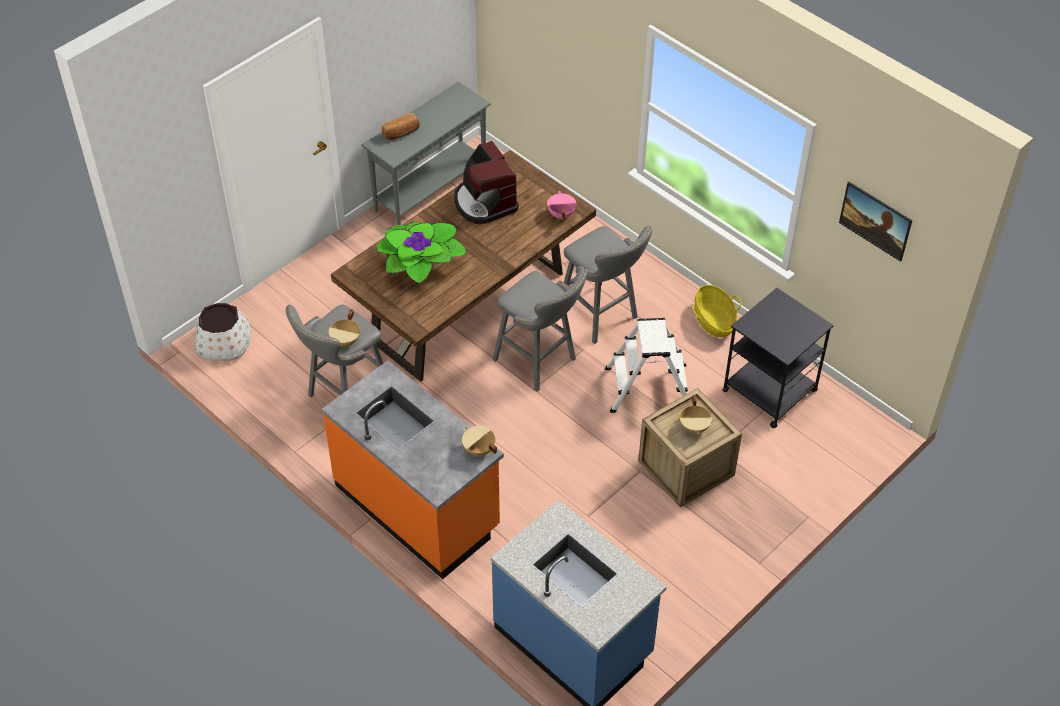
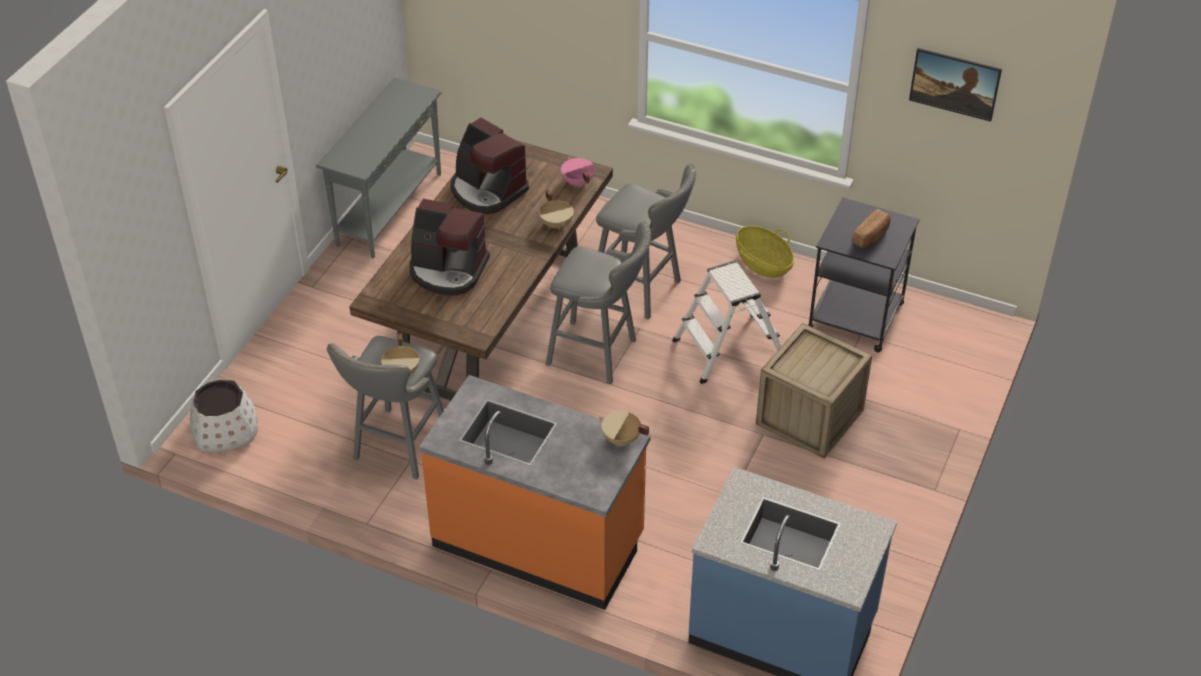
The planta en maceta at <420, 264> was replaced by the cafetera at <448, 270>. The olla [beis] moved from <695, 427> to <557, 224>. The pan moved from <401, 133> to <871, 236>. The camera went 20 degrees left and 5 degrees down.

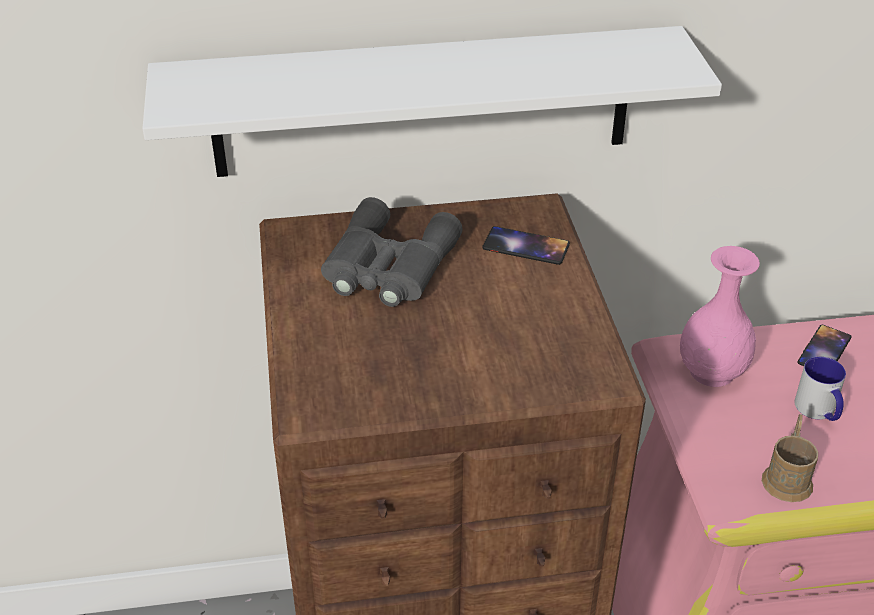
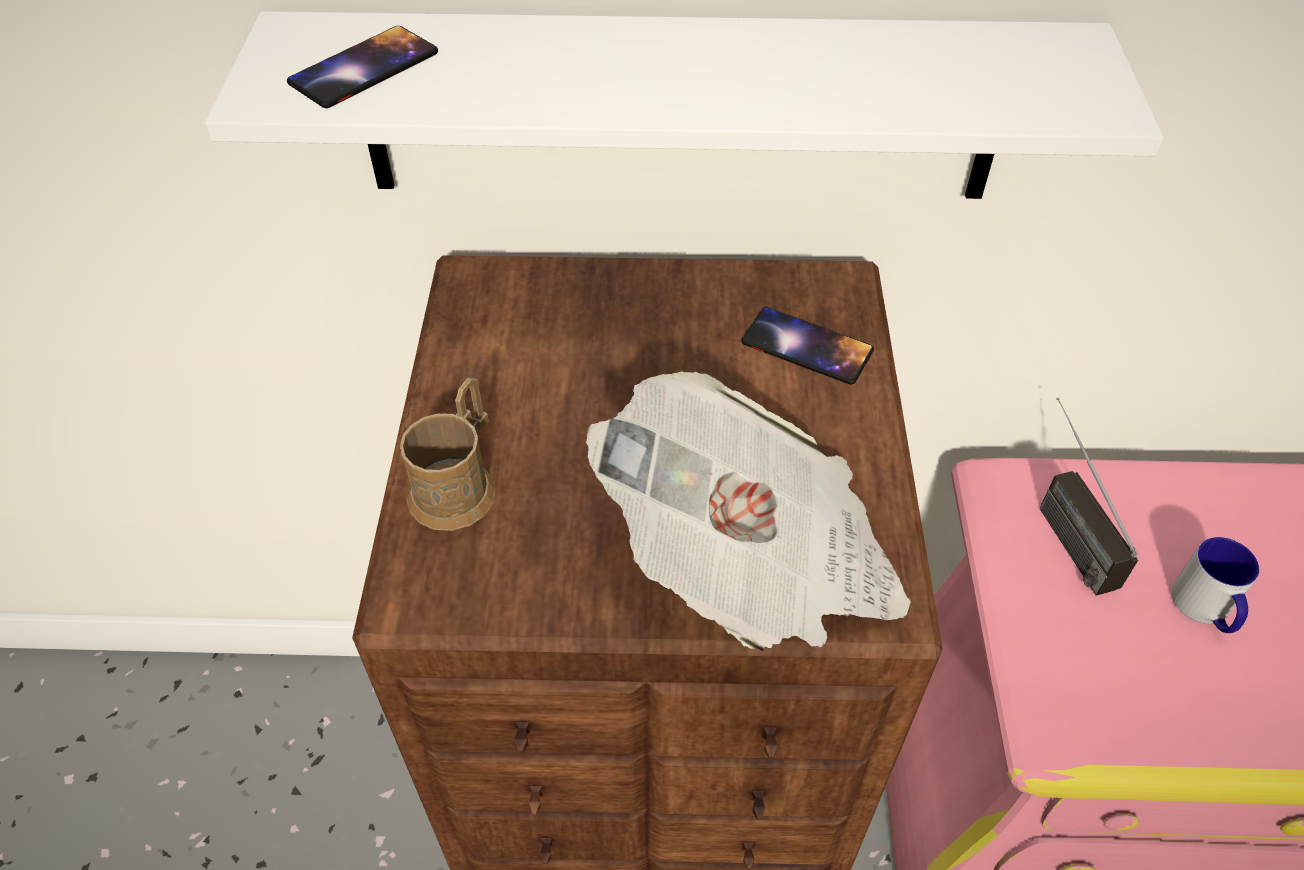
The móvil moved from <824, 350> to <364, 68>. The taza grande [marrón] moved from <787, 476> to <458, 483>. The periódico at <753, 560> appeared. The florero [rosa] at <712, 372> was replaced by the radio at <1060, 525>. The prismáticos [gris] at <387, 267> disappeared. The camera went 10 degrees right and 10 degrees up.

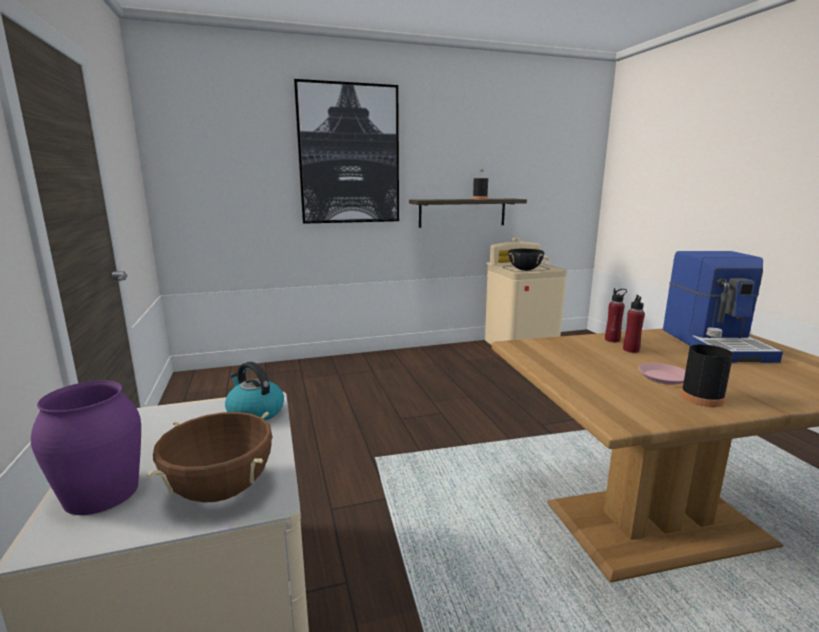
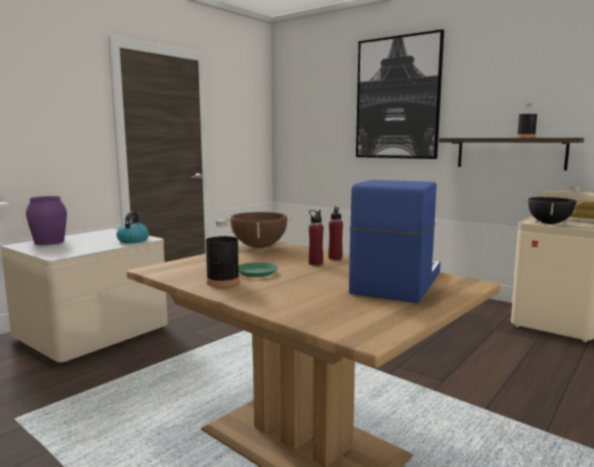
The olla [marrón] moved from <221, 491> to <259, 247>. The plato [rosa] at <663, 377> became the plato [verde] at <256, 273>. The cafetera at <716, 344> turned 150 degrees clockwise. The camera went 55 degrees right and 5 degrees down.

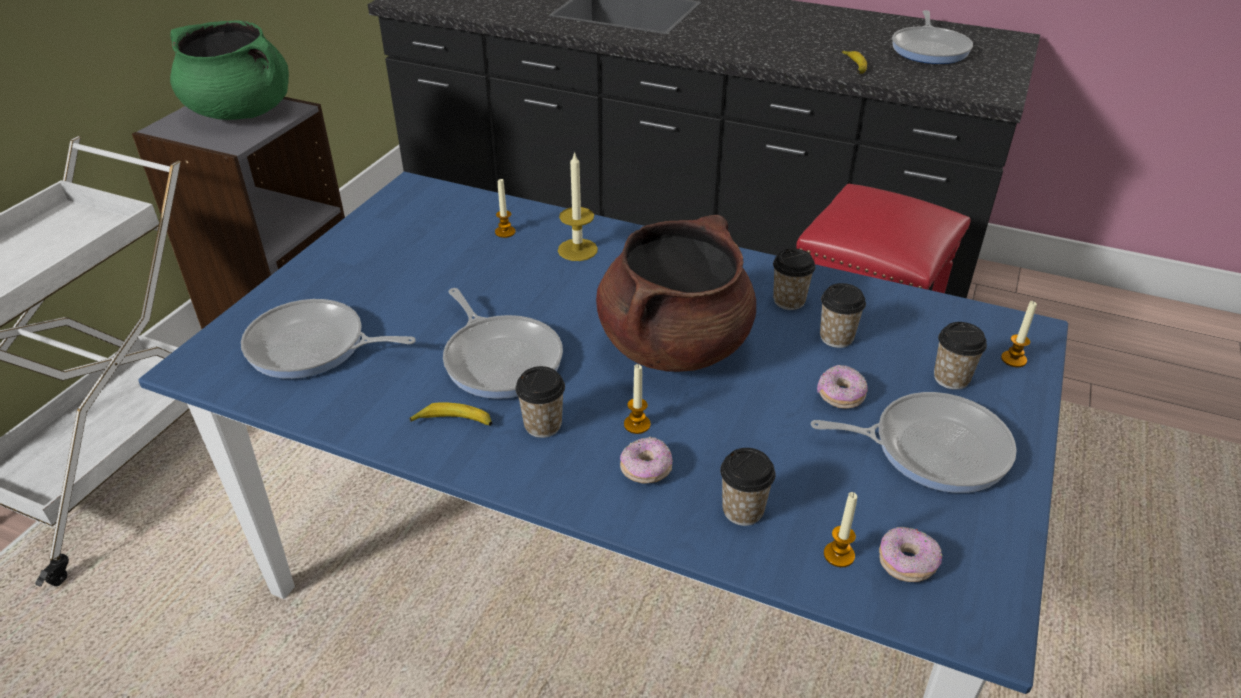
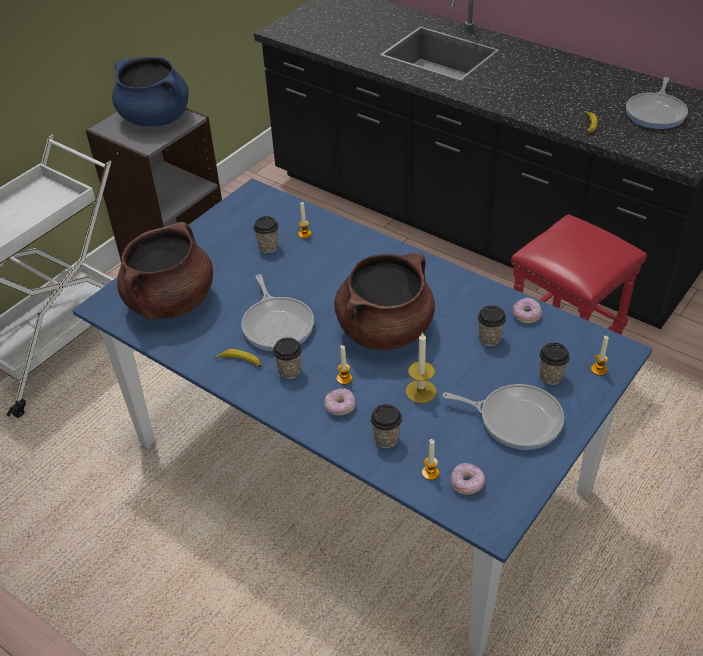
The olla [verde] at <241, 112> became the olla [azul] at <156, 118>. The sartén at <312, 347> was replaced by the olla [marrón] at <171, 302>. The taza moved from <789, 301> to <268, 247>. The vela moved from <577, 250> to <421, 391>. The rosquilla moved from <840, 395> to <526, 315>. The camera went 15 degrees right and 5 degrees up.

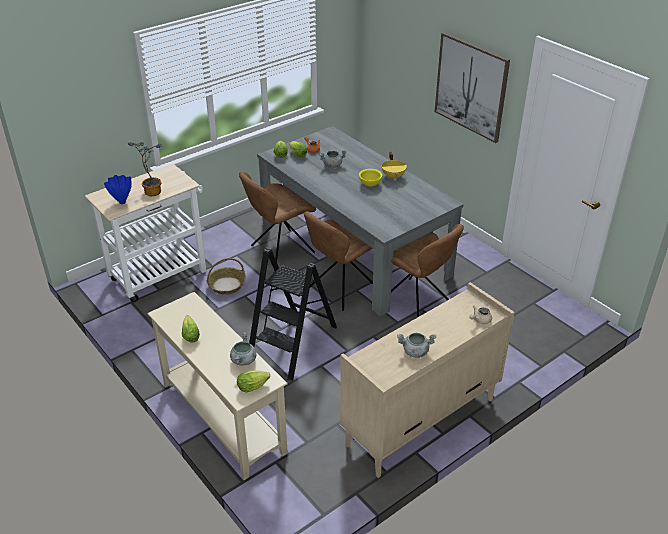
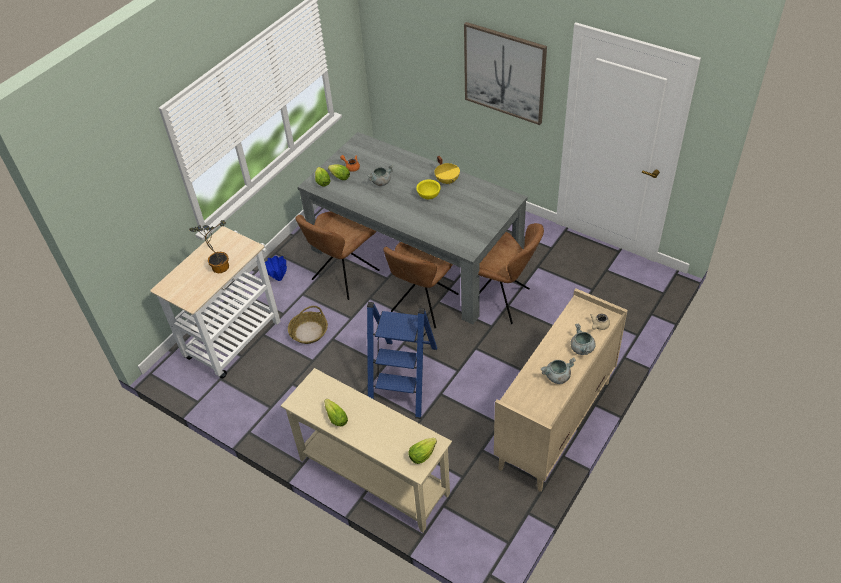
The florero [azul] moved from <122, 202> to <279, 278>. The escalera de tijera [negro] at <293, 343> became the escalera de tijera [azul] at <404, 377>. The olla [gris] moved from <243, 360> to <582, 349>. The camera went 15 degrees left and 10 degrees up.

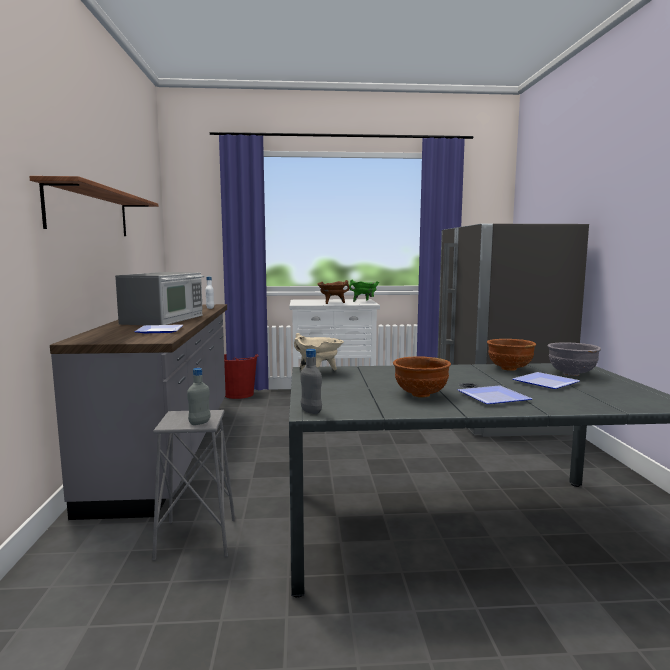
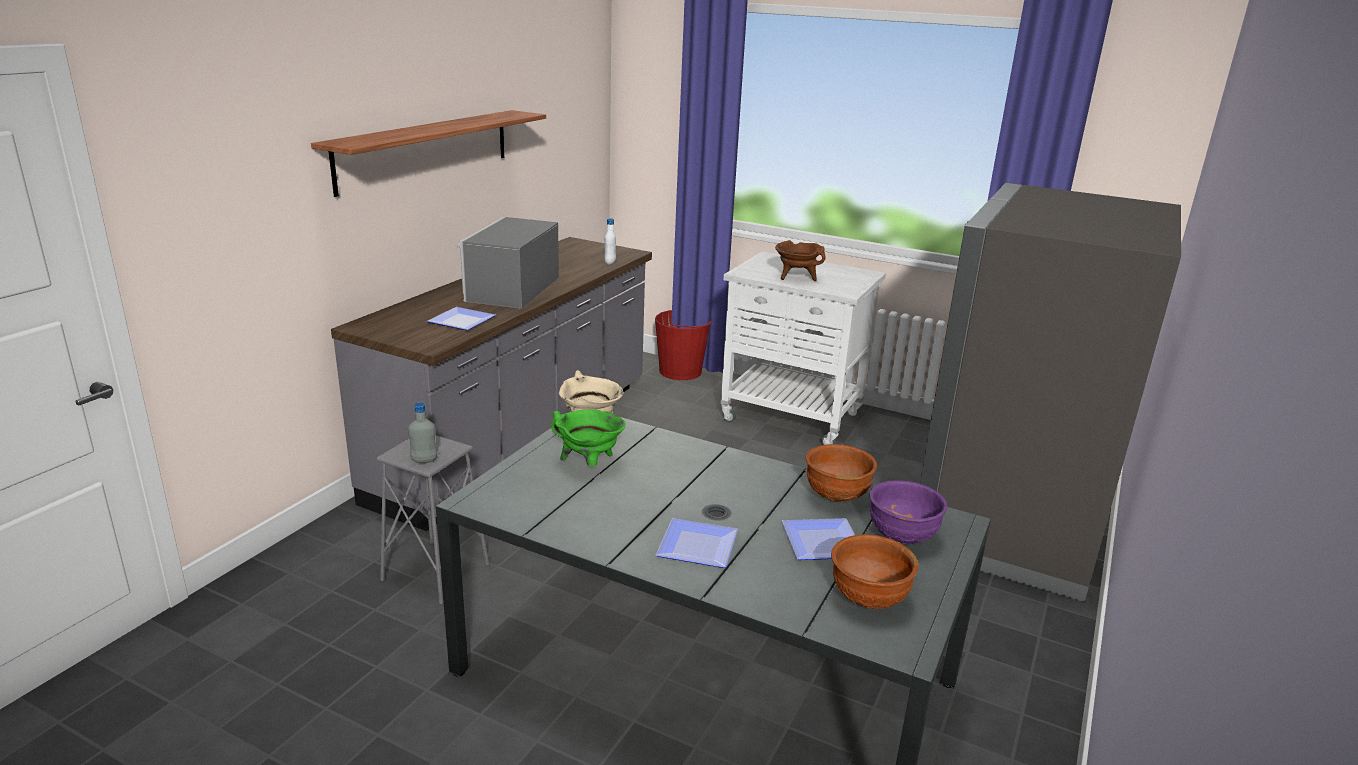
The microondas at <165, 319> turned 150 degrees clockwise. The olla [verde] moved from <364, 301> to <589, 464>. The cuenco [marrón] moved from <420, 395> to <867, 598>. The cuenco [gris] at <571, 374> became the cuenco [morado] at <902, 536>. The botella [gris] at <311, 411> disappeared. The camera went 30 degrees right and 15 degrees up.

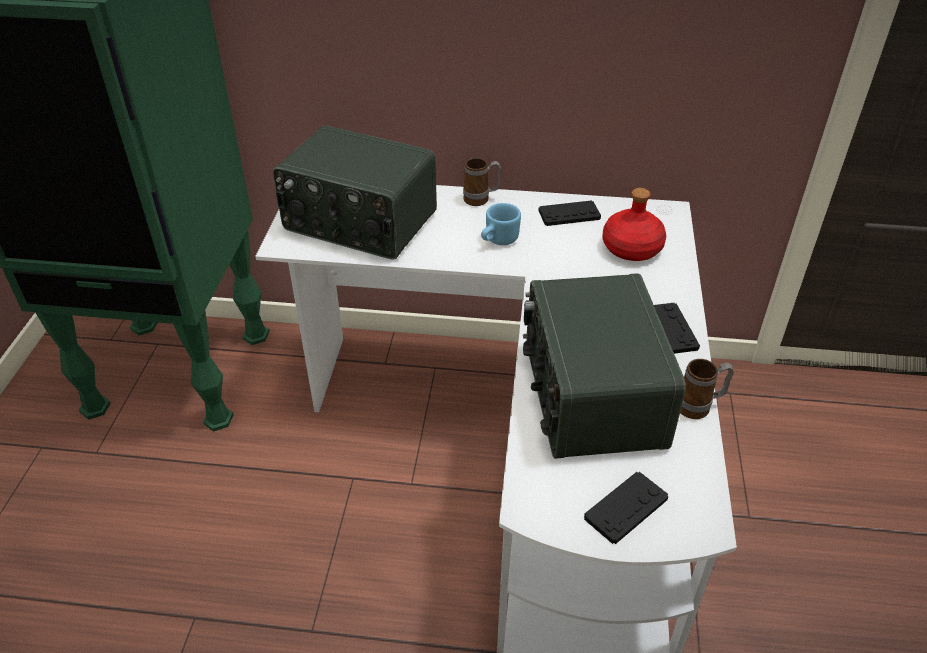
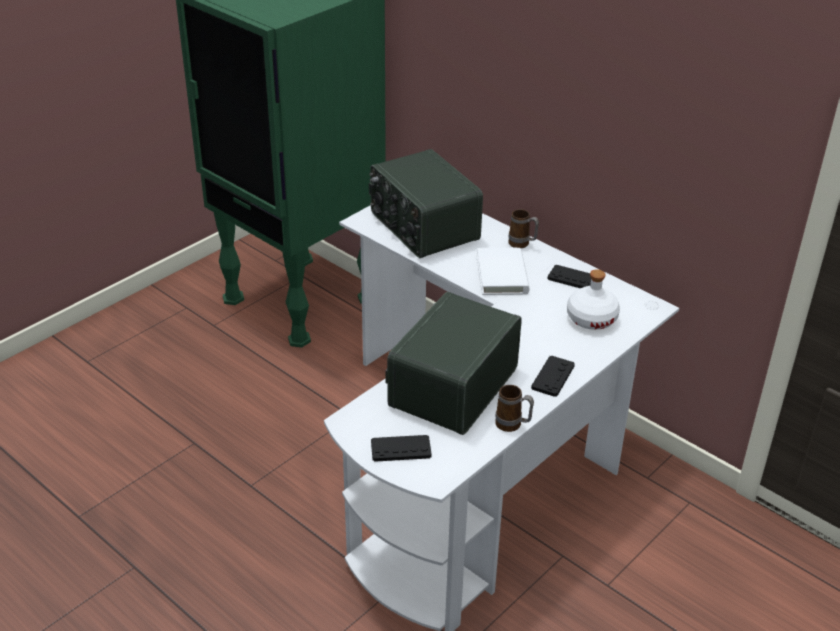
The taza grande [azul] at <498, 240> was replaced by the libro [blanco] at <502, 275>. The botella [rojo] at <631, 248> became the botella [blanco] at <591, 318>. The camera went 35 degrees right and 5 degrees down.

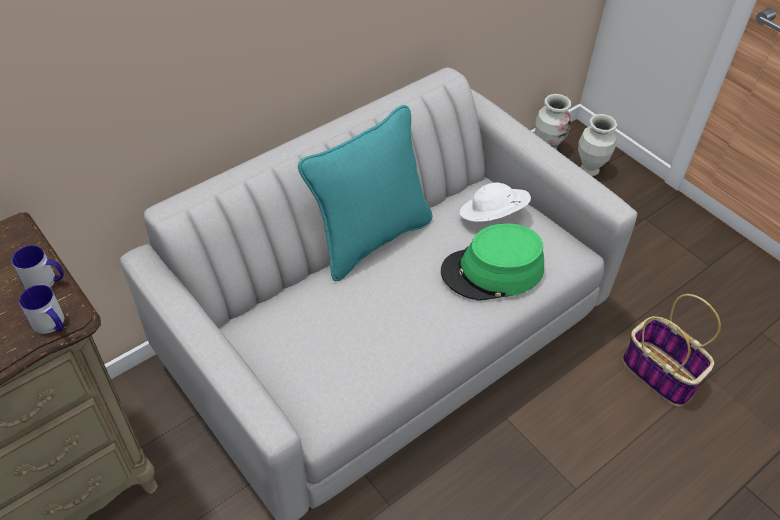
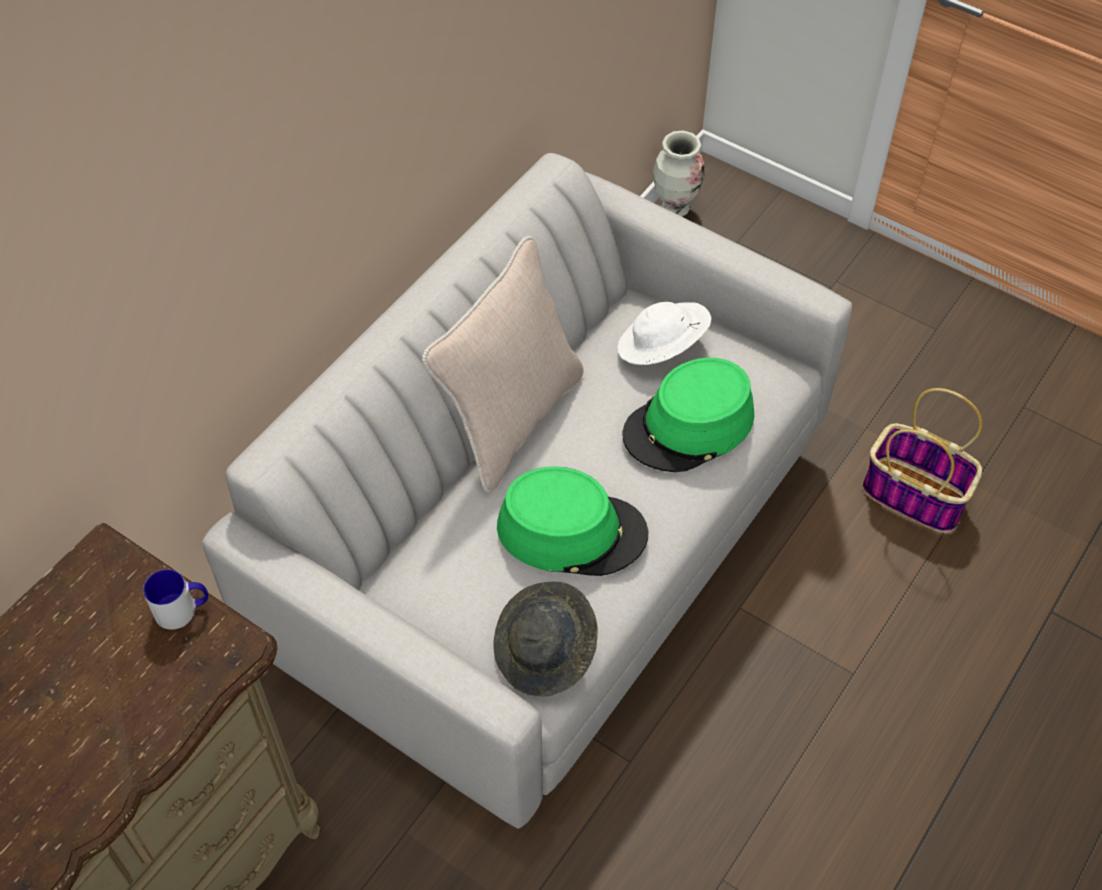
The cojín [turquesa] at <370, 239> became the cojín [beis] at <511, 420>. The sombrero [gris] at <545, 652> appeared. The sombrero [verde] at <572, 530> appeared. The taza grande at <52, 324> disappeared. The florero at <589, 170> disappeared. The camera went 15 degrees left and 5 degrees up.

